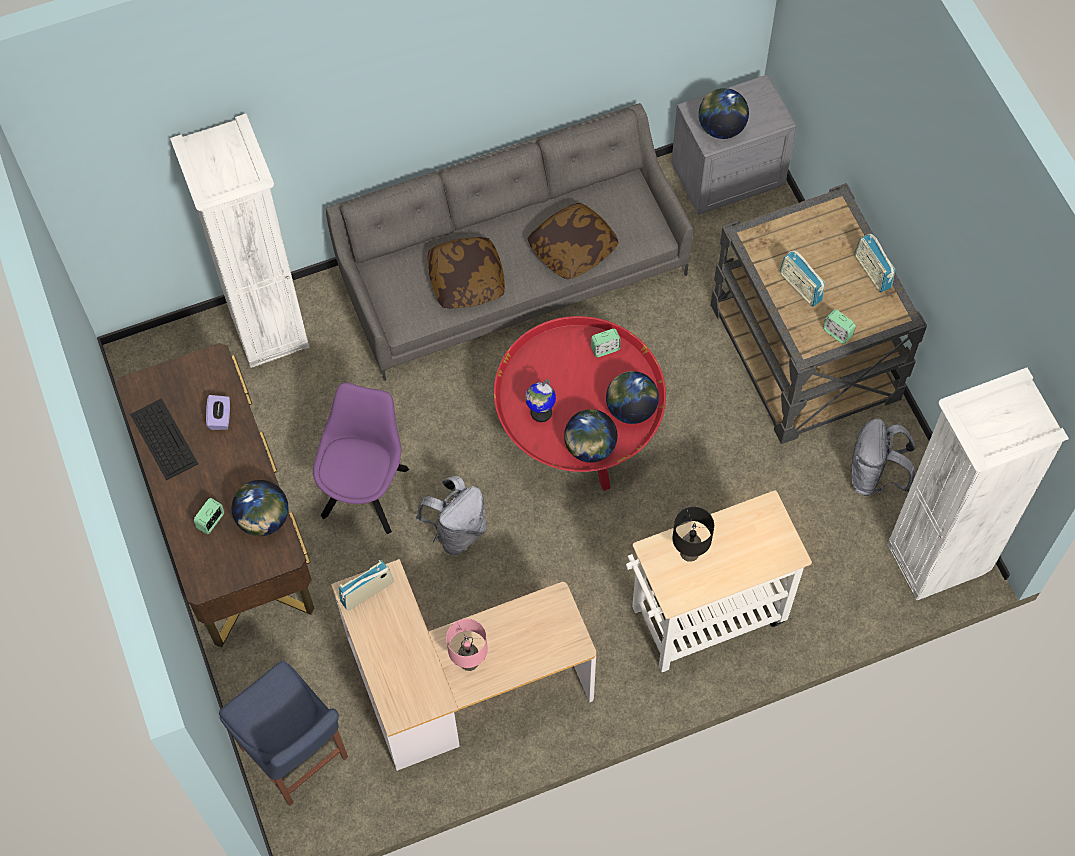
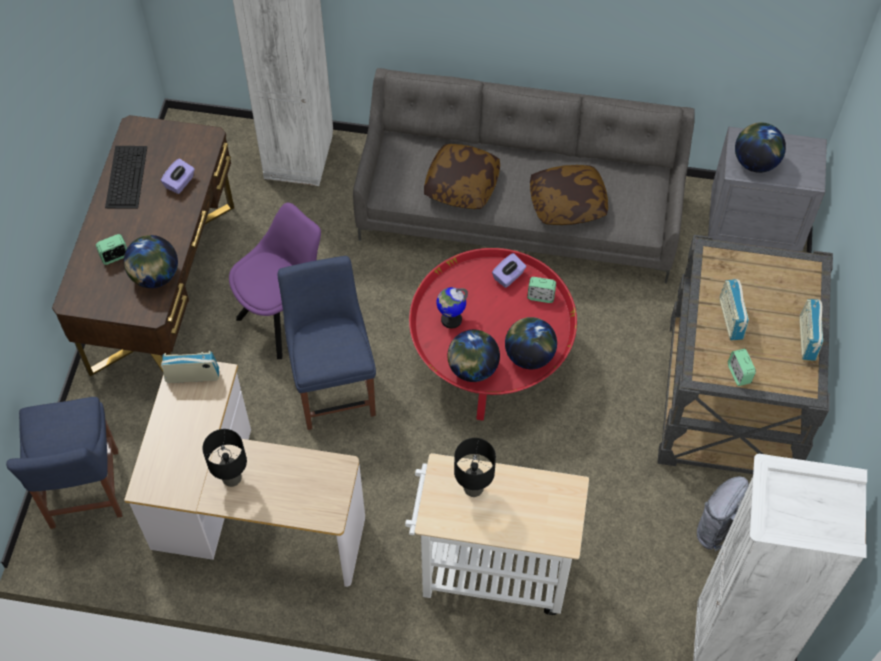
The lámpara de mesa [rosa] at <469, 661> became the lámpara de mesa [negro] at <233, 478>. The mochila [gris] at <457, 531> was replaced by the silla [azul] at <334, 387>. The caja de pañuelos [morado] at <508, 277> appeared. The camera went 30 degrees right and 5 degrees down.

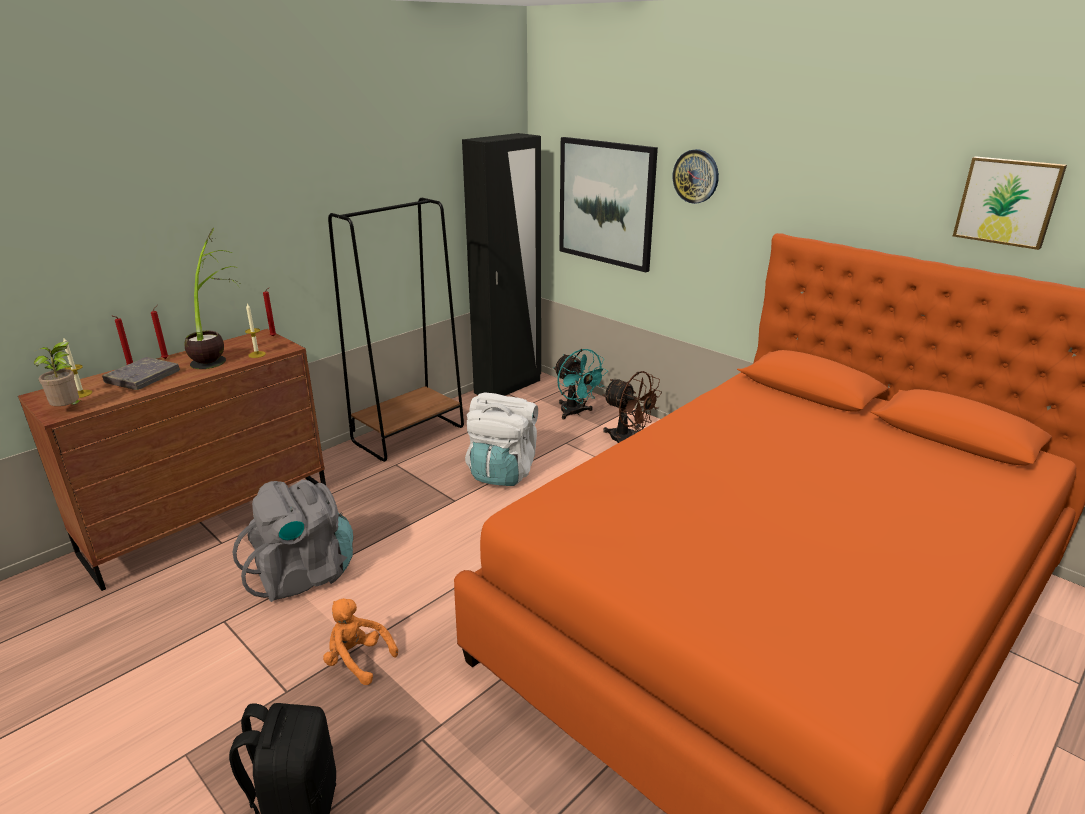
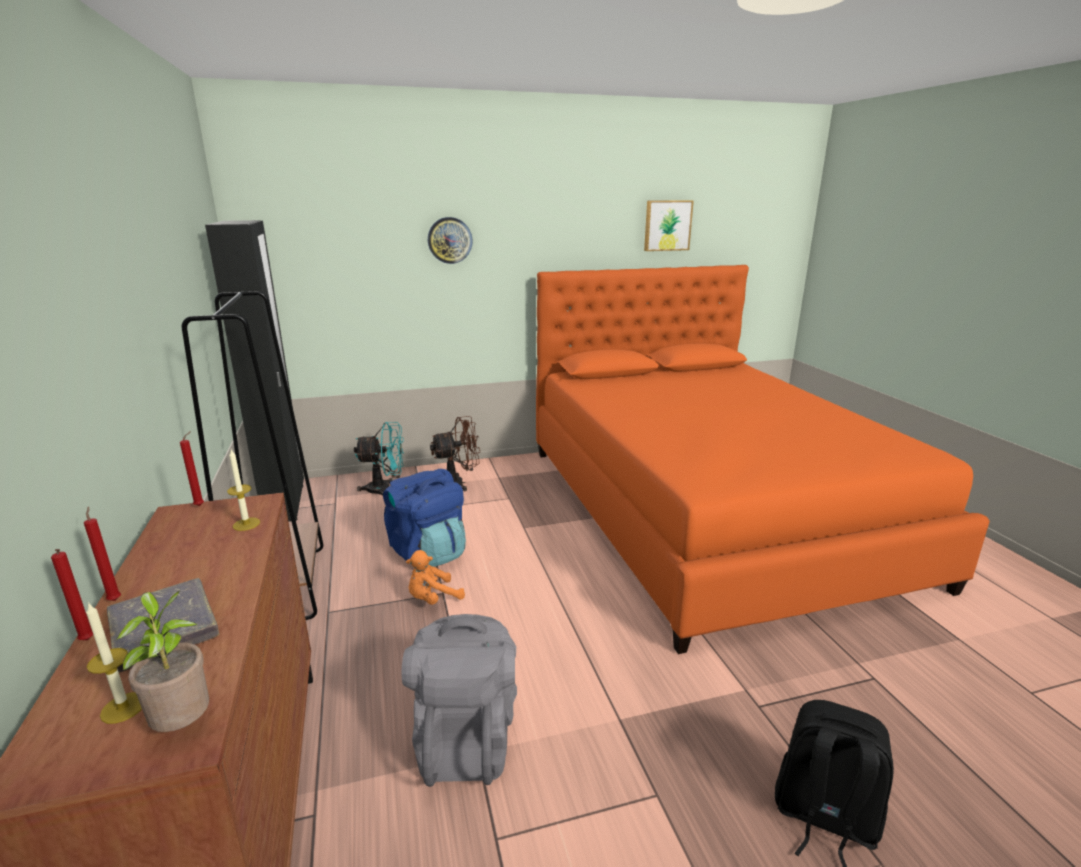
The mochila [blanco] at <503, 471> became the mochila [azul] at <428, 552>. The peluche [naranja] moved from <357, 660> to <432, 599>. The planta en maceta at <218, 354> disappeared. The cuadro at <606, 203> disappeared. The camera went 60 degrees left and 5 degrees down.

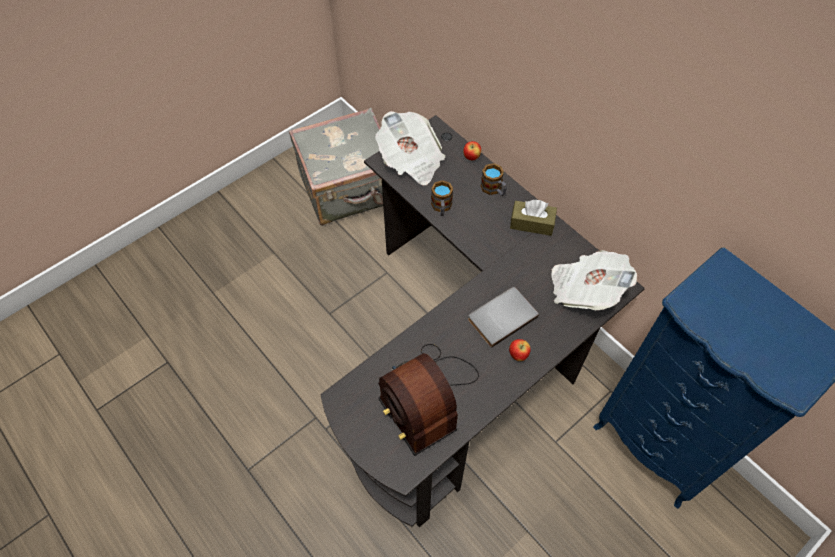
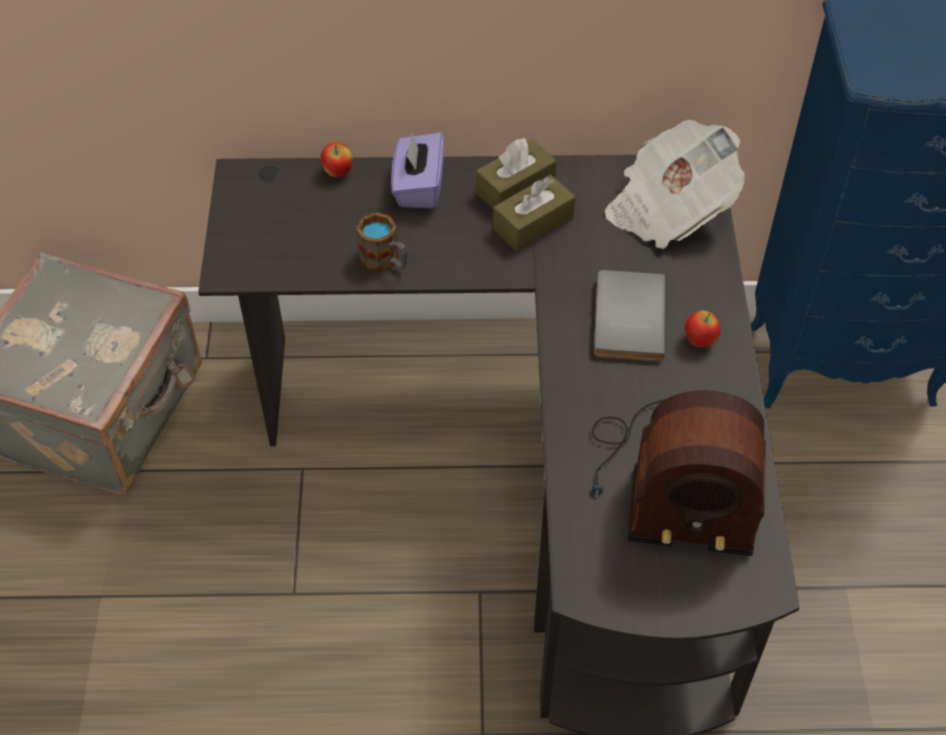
The taza grande at <494, 189> was replaced by the caja de pañuelos [morado] at <418, 187>. The caja de pañuelos [marrón] at <533, 224> appeared. The periódico at <411, 160> disappeared. The camera went 50 degrees left and 5 degrees down.

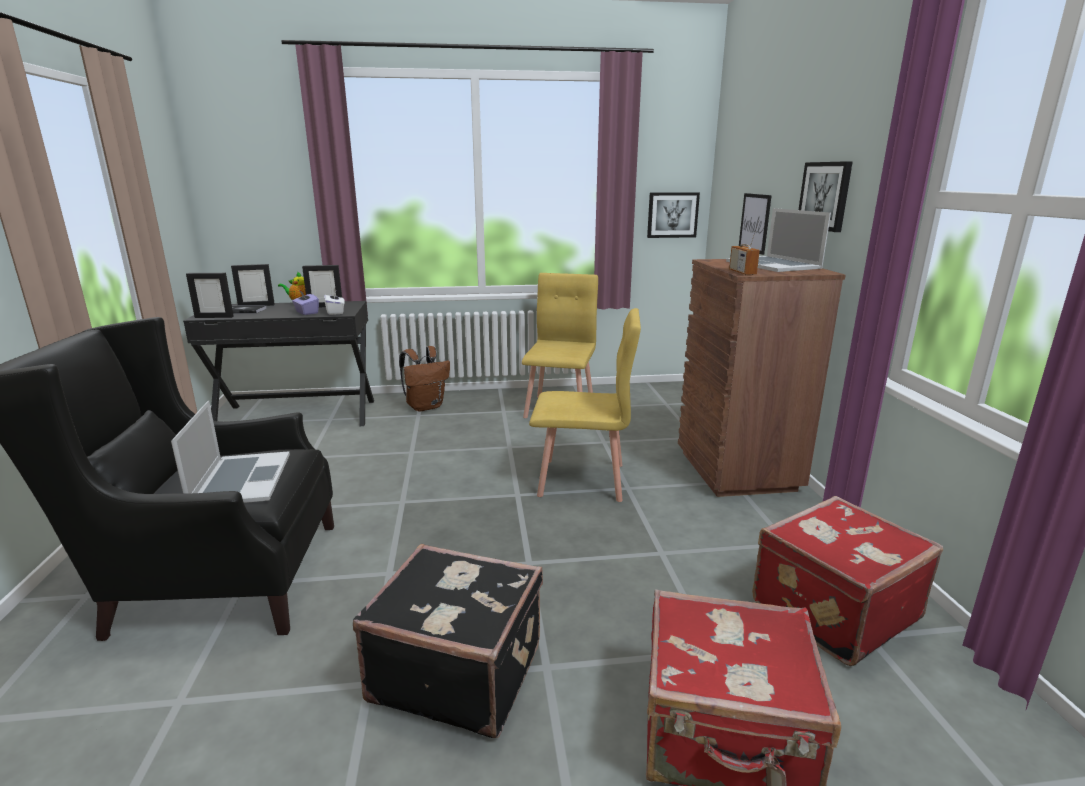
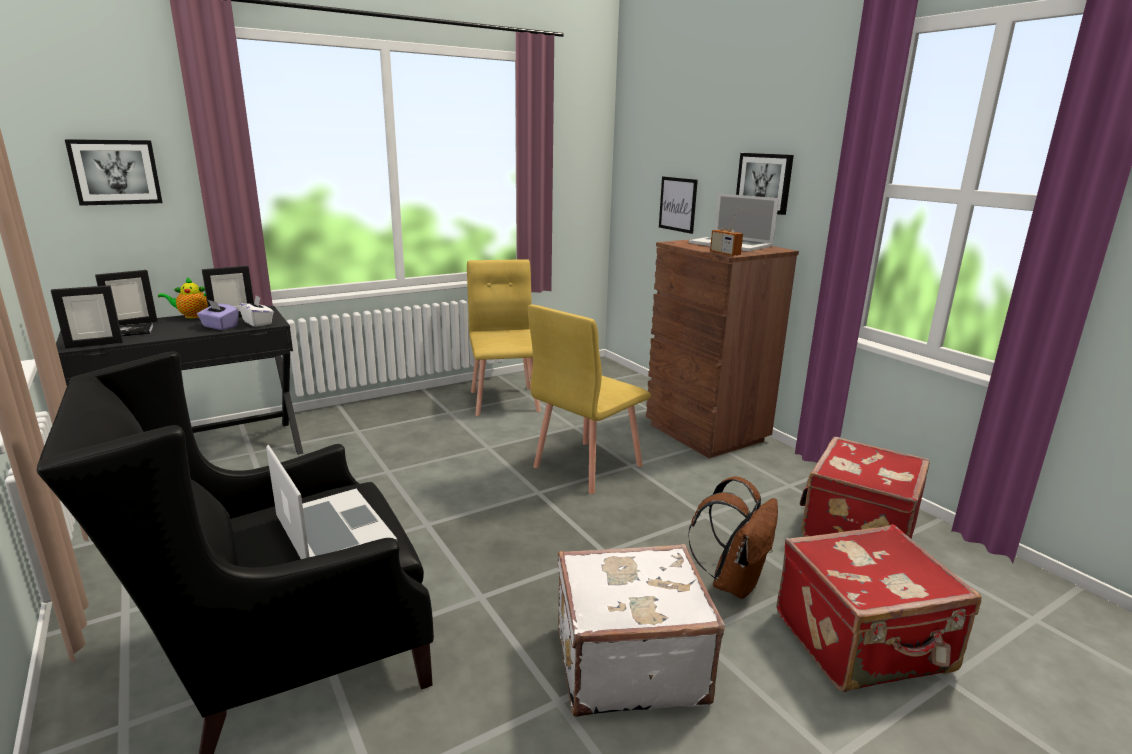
The cuadro moved from <672, 215> to <115, 172>. The silla [amarillo] at <583, 480> turned 150 degrees clockwise. The maleta [negro] at <458, 670> became the maleta [blanco] at <627, 662>. The mochila [marrón] moved from <426, 406> to <733, 582>. The camera went 25 degrees left and 0 degrees up.

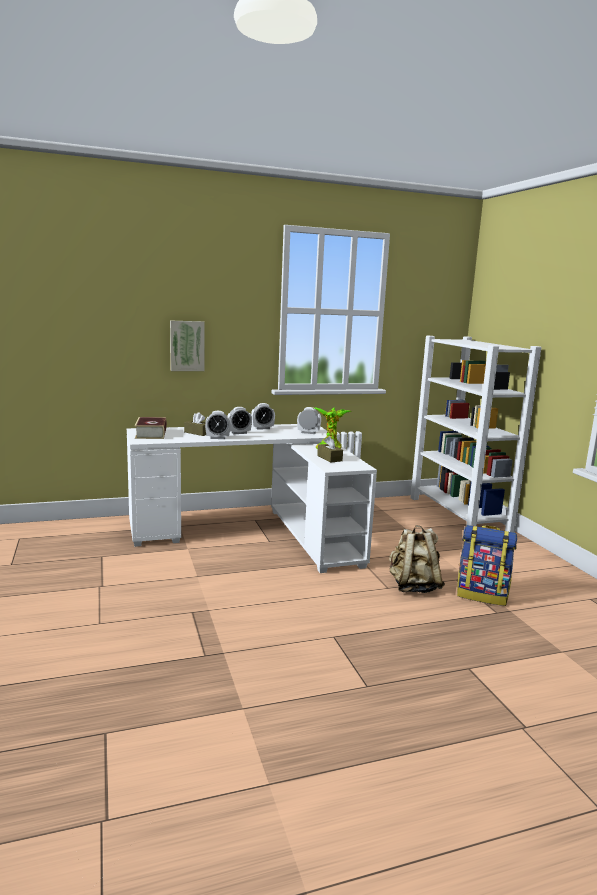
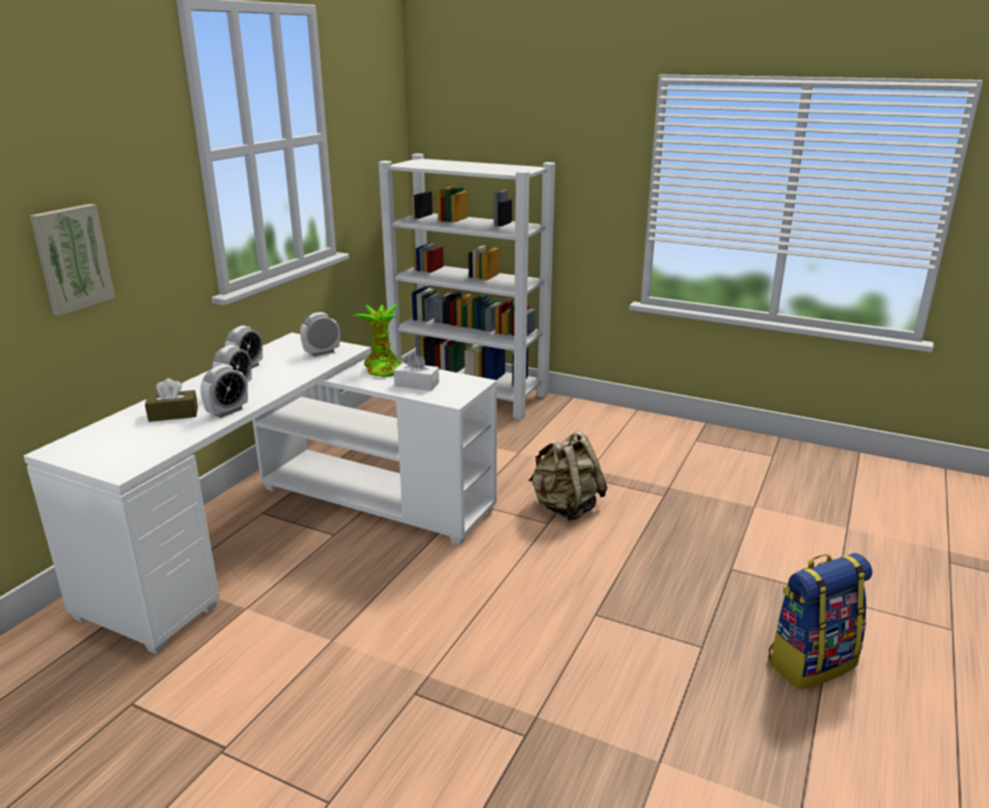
The caja de pañuelos [marrón] at <329, 458> became the caja de pañuelos [blanco] at <417, 384>. The mochila moved from <482, 595> to <810, 662>. The libro at <151, 434> disappeared. The camera went 45 degrees left and 10 degrees up.

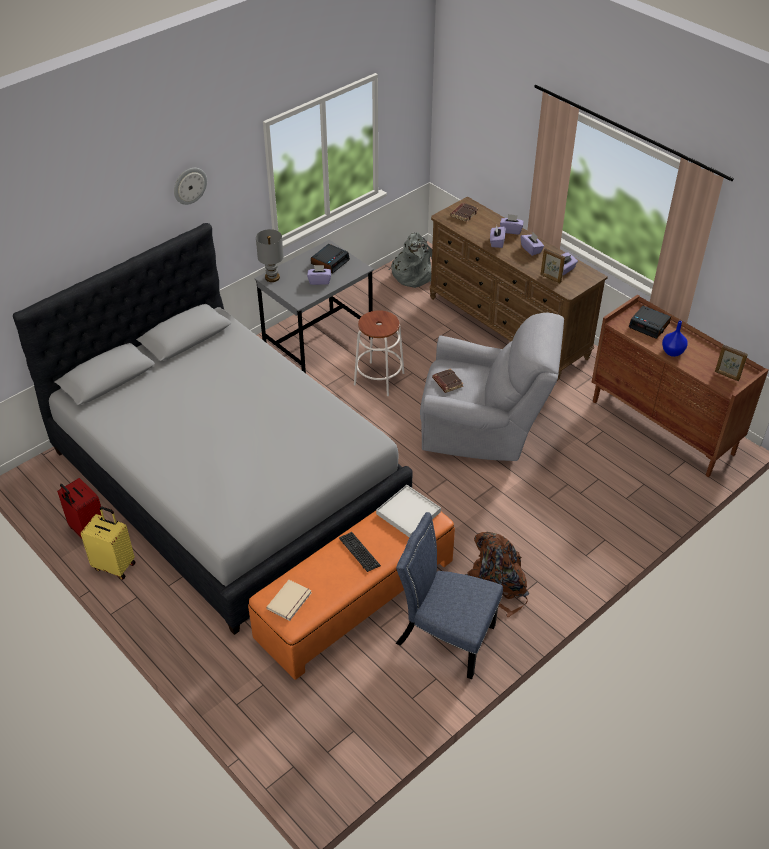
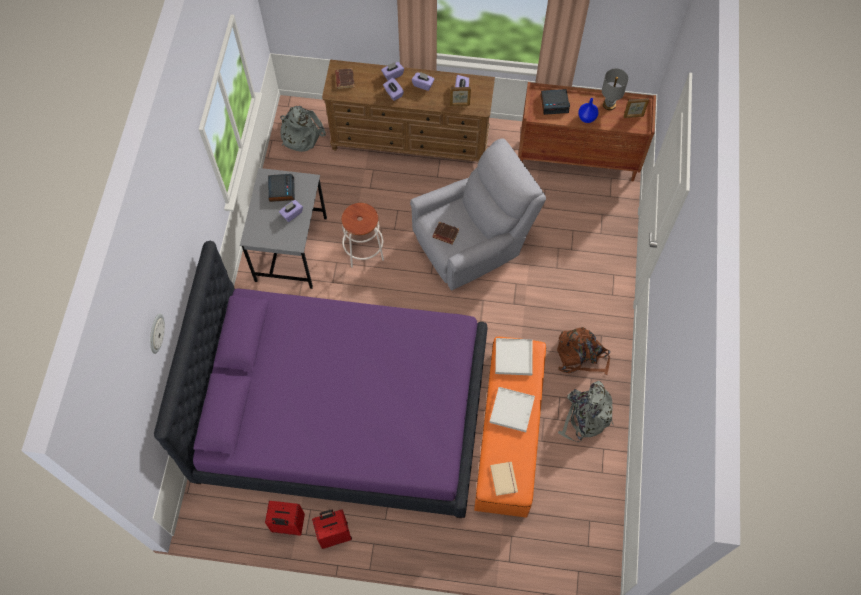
The reloj de pared moved from <189, 185> to <155, 333>. The cama [gris] at <227, 480> became the cama [morado] at <342, 411>. The maleta [amarillo] at <115, 565> became the maleta [rojo] at <334, 534>. The teclado at <359, 552> was replaced by the bandeja [blanco] at <511, 410>. The silla [azul] at <447, 638> was replaced by the mochila [gris] at <585, 416>. The lámpara de mesa [gris] moved from <272, 277> to <609, 104>. The camera went 40 degrees left and 20 degrees up.

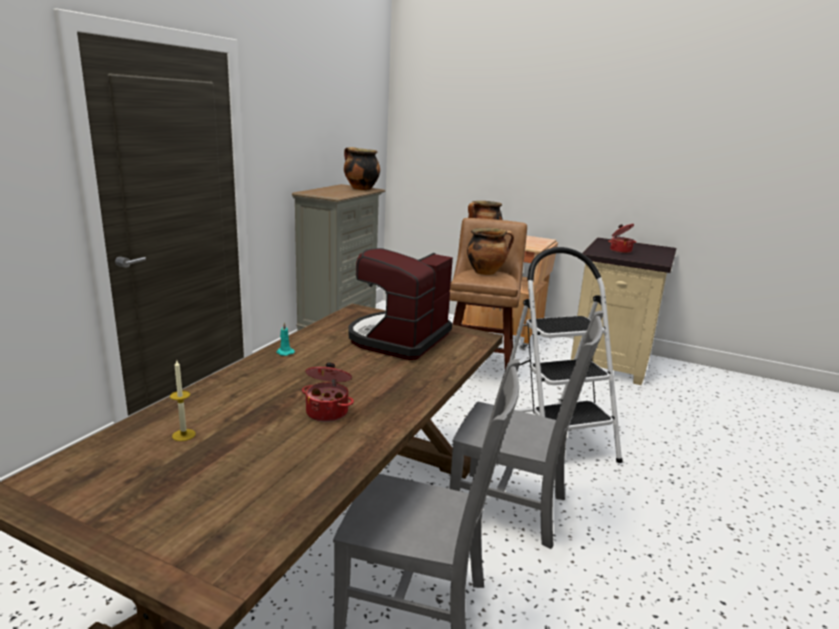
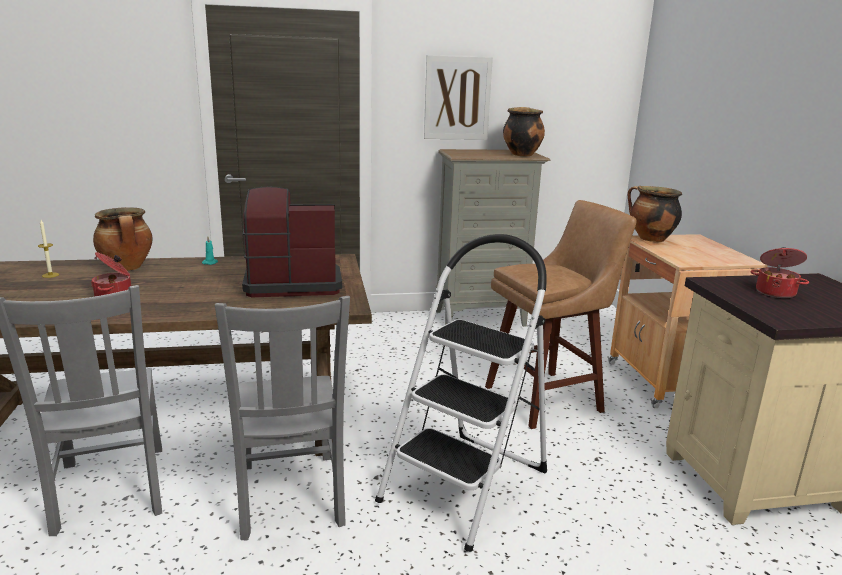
The olla moved from <486, 272> to <127, 268>. The cuadro at <457, 98> appeared. The camera went 55 degrees right and 0 degrees up.

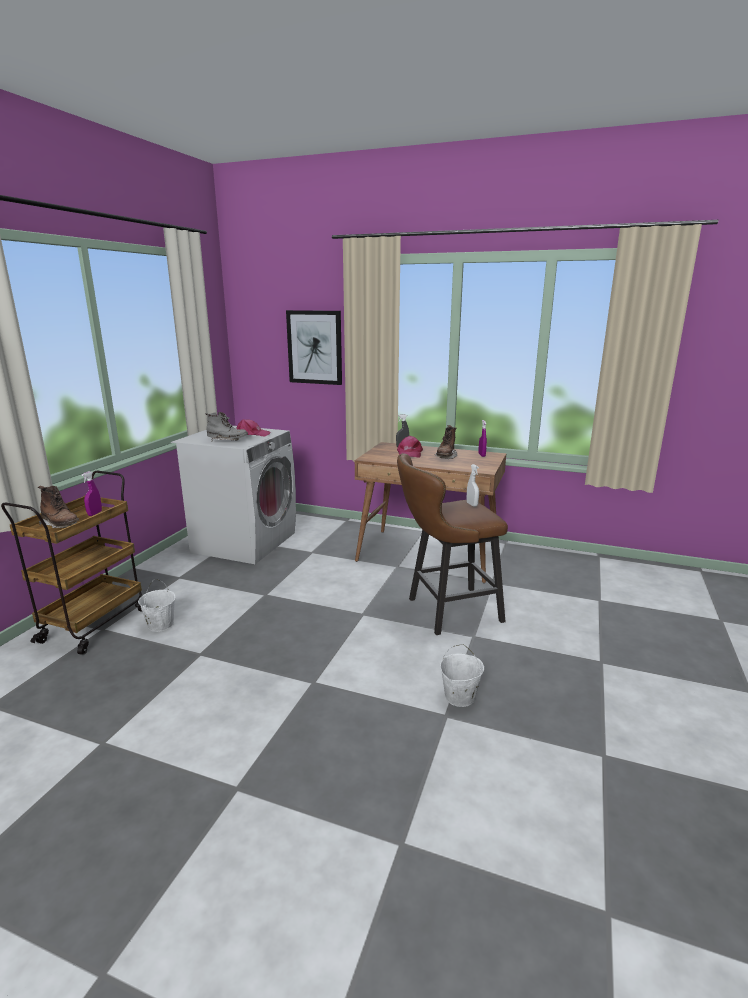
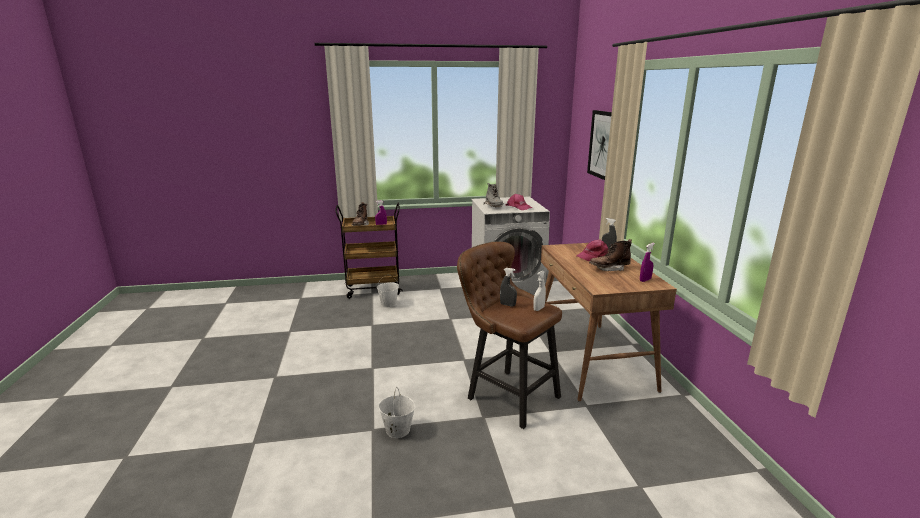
The pulverizador [gris] at <507, 305> appeared. The camera went 60 degrees right and 0 degrees up.

